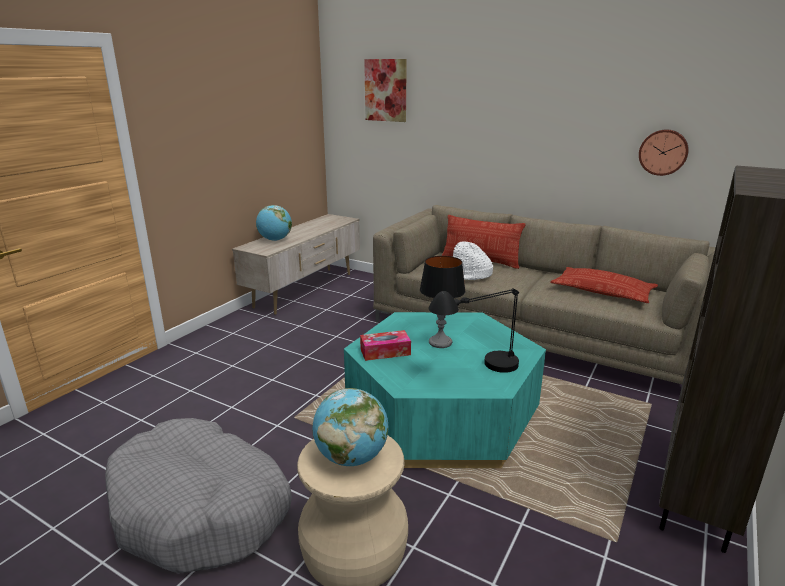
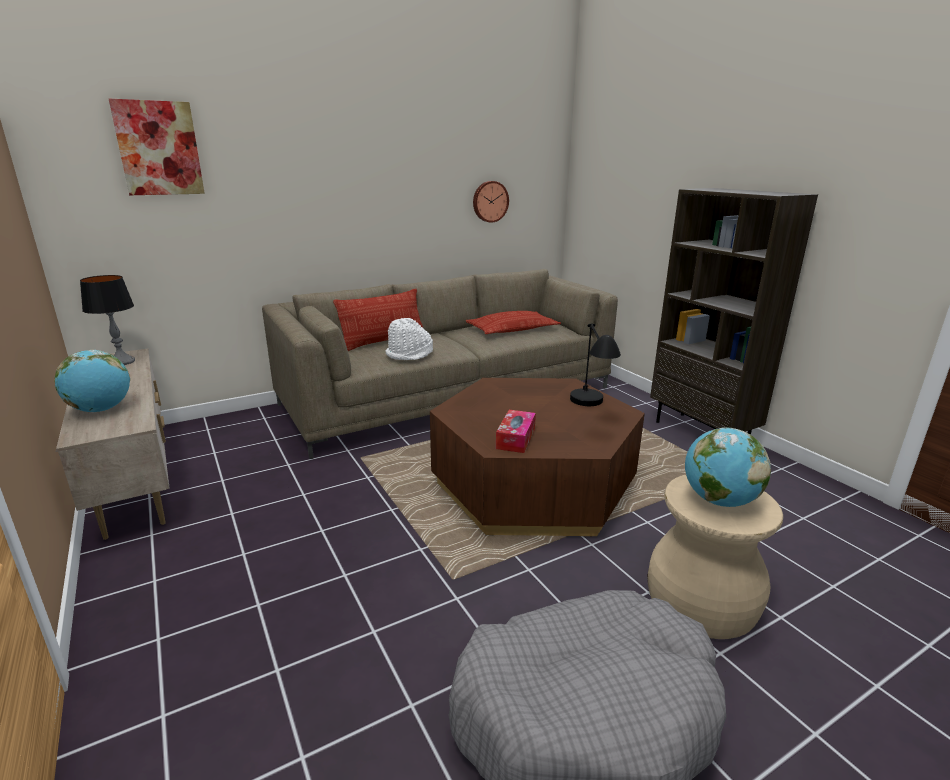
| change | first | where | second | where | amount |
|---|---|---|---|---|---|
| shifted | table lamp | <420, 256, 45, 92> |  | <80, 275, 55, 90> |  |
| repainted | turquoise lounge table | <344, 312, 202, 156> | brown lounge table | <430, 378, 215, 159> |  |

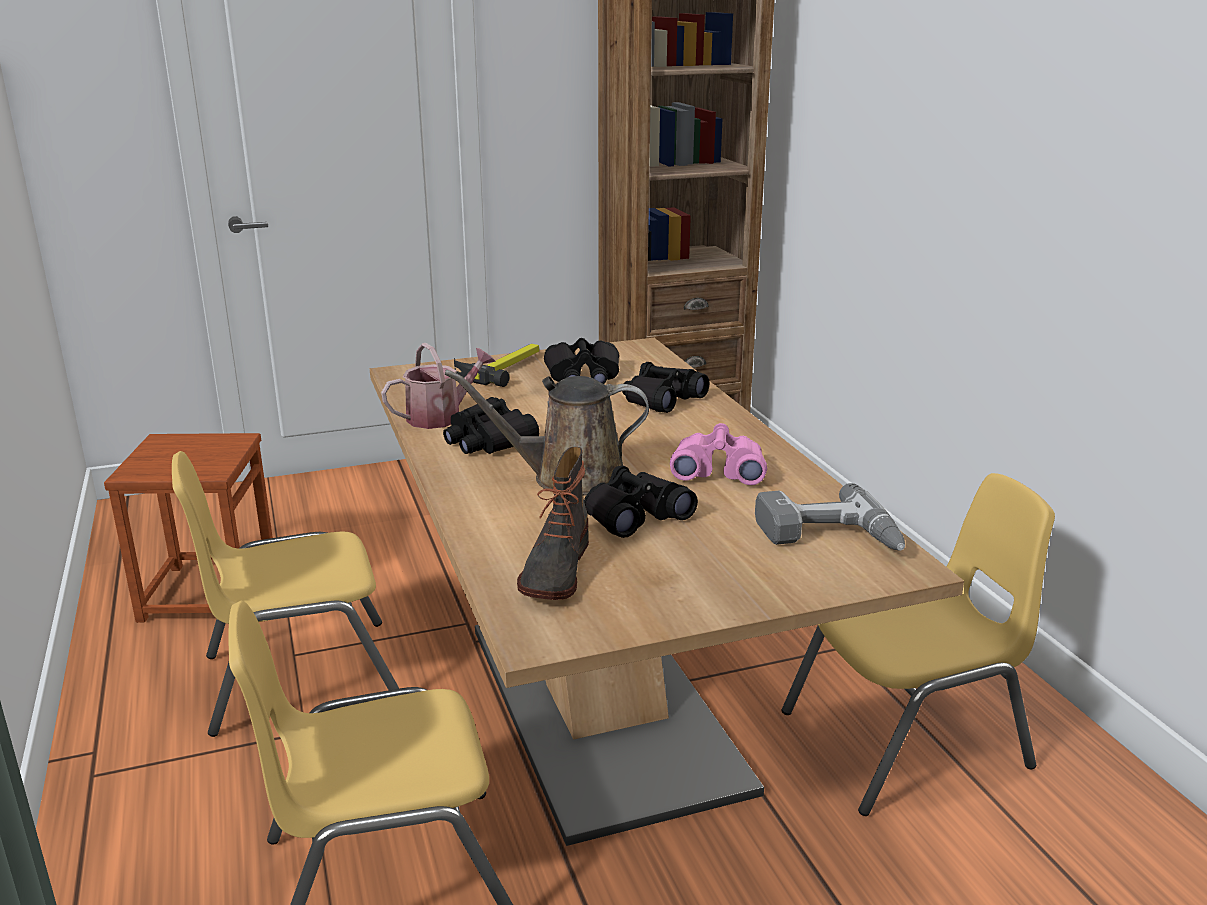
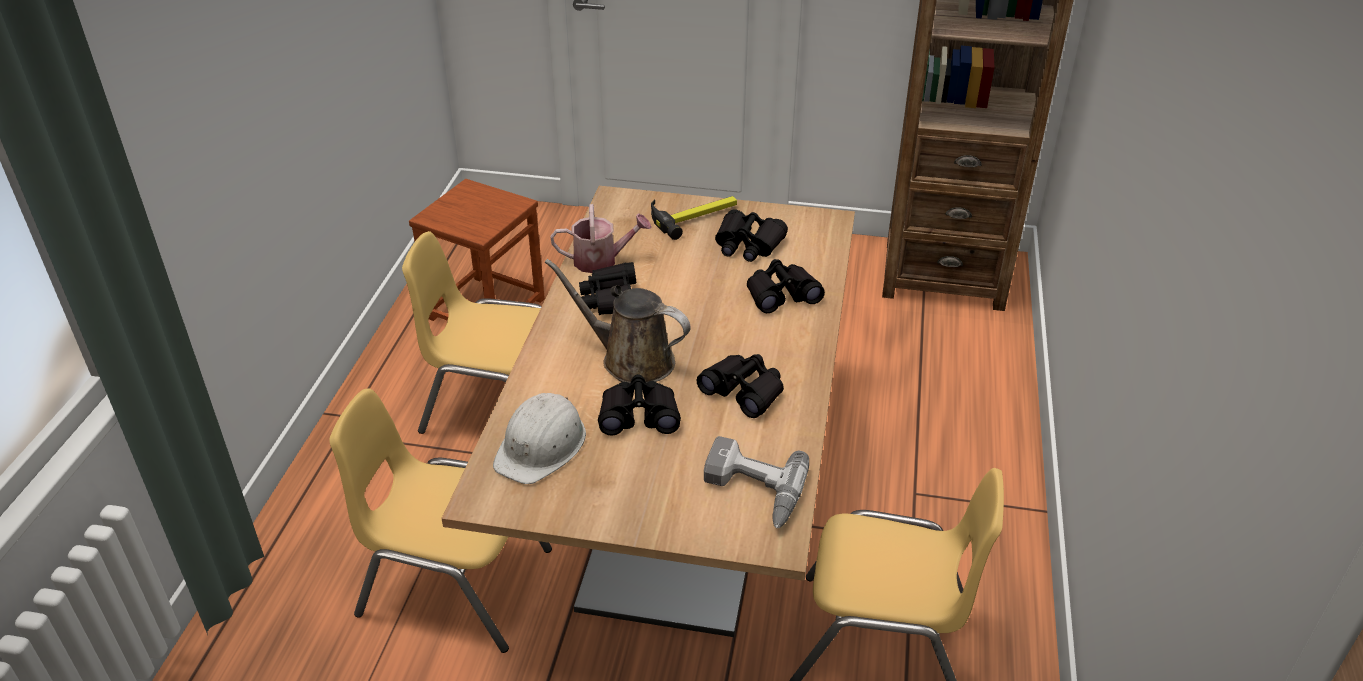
| change | first | where | second | where | amount |
|---|---|---|---|---|---|
| swapped | high-top boot | <517, 447, 72, 153> | white-coloured safety helmet | <493, 393, 93, 91> |  |
| repainted | pinkish binoculars | <670, 423, 97, 62> | black binoculars | <697, 354, 87, 64> |  |

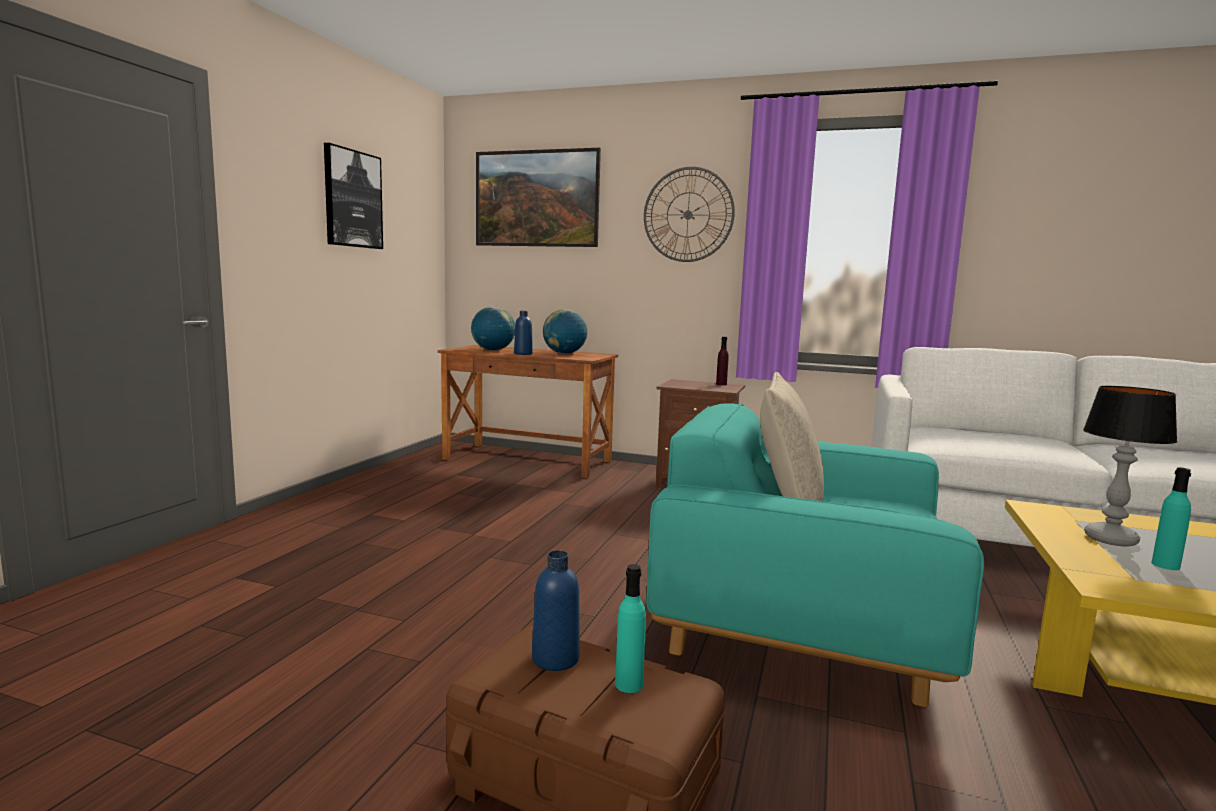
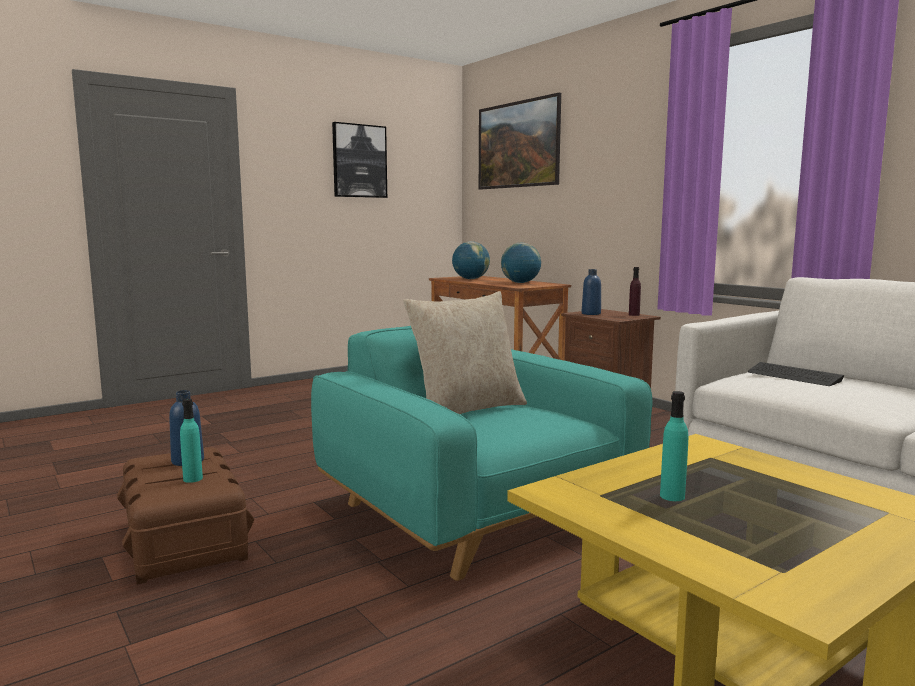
| change | first | where | second | where | amount |
|---|---|---|---|---|---|
| shifted | blue-coloured beverage bottle | <514, 311, 19, 44> |  | <582, 269, 19, 46> |  |
| new |  |  | keyboard | <748, 362, 96, 24> |  |
| gone | wall clock | <644, 167, 91, 95> |  |  |  |
| gone | table lamp | <1083, 386, 95, 161> |  |  |  |

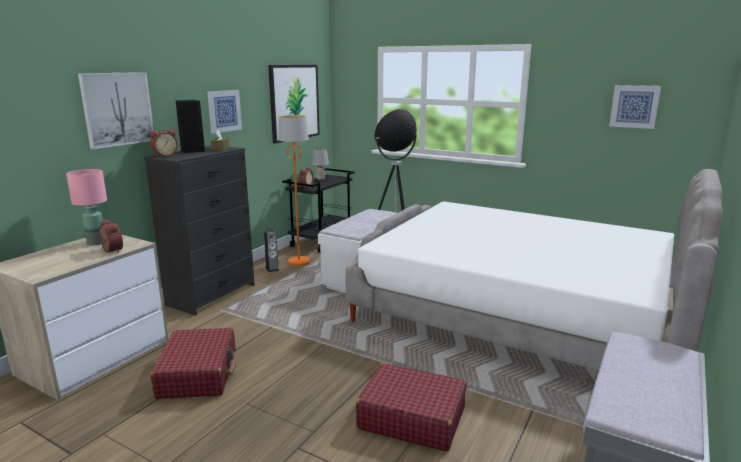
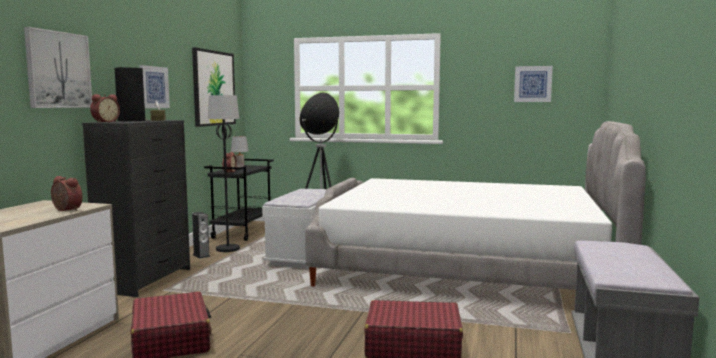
| change | first | where | second | where | amount |
|---|---|---|---|---|---|
| repainted | orange standard lamp | <278, 115, 32, 151> | black standard lamp | <208, 95, 32, 157> |  |
| gone | pinkish table lamp | <66, 169, 41, 76> |  |  |  |

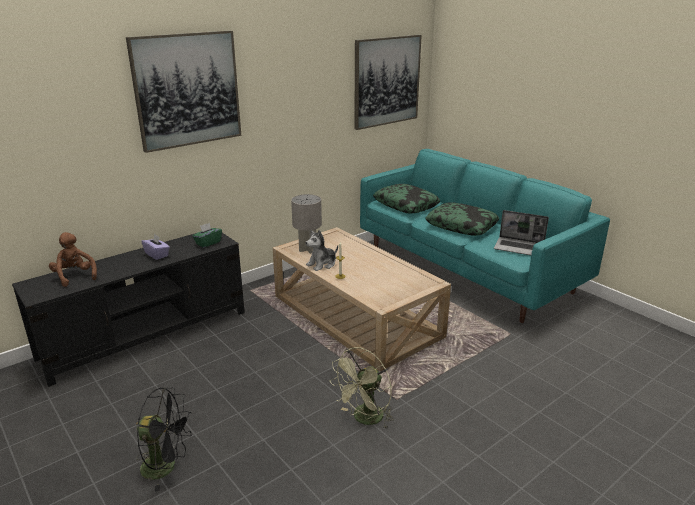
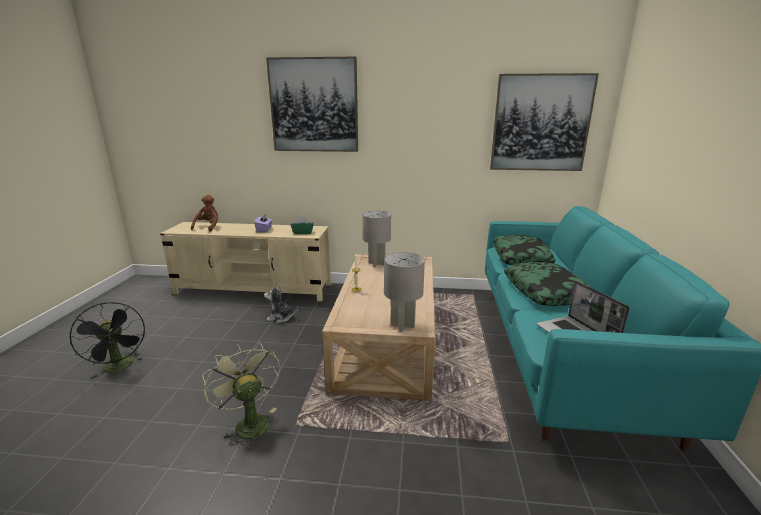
| change | first | where | second | where | amount |
|---|---|---|---|---|---|
| repainted | black tv unit | <12, 233, 233, 154> | sand-coloured tv unit | <160, 222, 171, 79> |  |
| rotated | greenish fan | <330, 347, 64, 81> |  | <202, 342, 78, 107> | 60 degrees clockwise |
| shifted | plush toy | <305, 230, 33, 41> |  | <264, 285, 34, 38> |  |
| new |  |  | grey table lamp | <384, 252, 41, 80> |  |

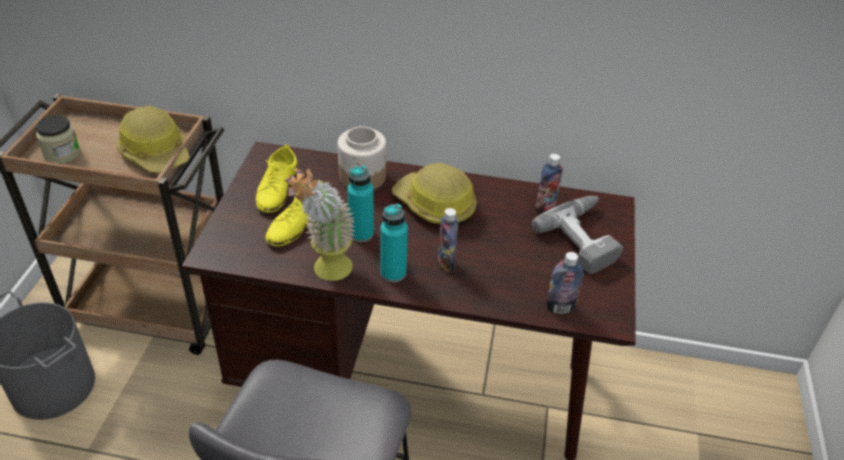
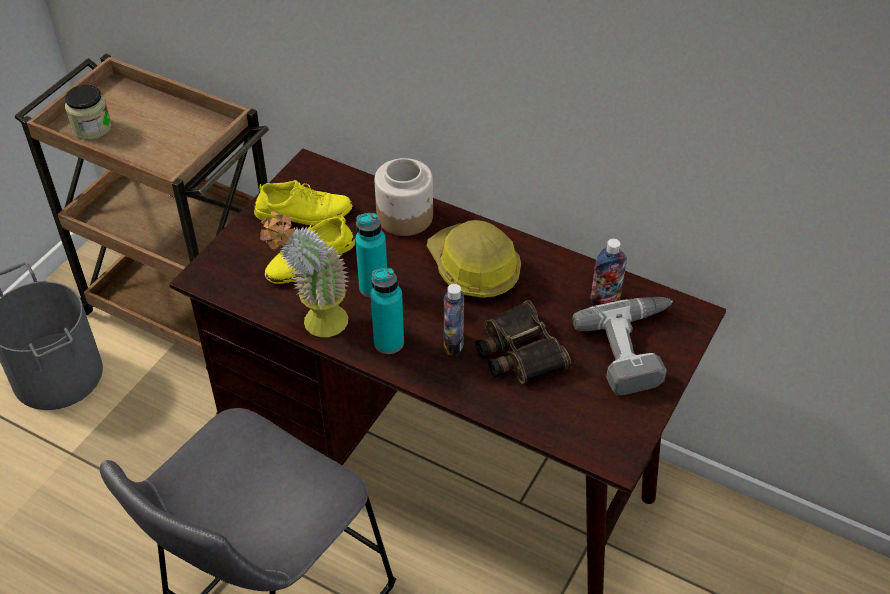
| change | first | where | second | where | amount |
|---|---|---|---|---|---|
| rotated | yellow-coloured item of footwear | <256, 144, 42, 69> |  | <254, 180, 99, 46> | 120 degrees counterclockwise |
| new |  |  | binoculars | <476, 300, 95, 84> |  |
| gone | safety helmet | <116, 105, 74, 68> |  |  |  |
| gone | beverage bottle | <546, 252, 38, 62> |  |  |  |

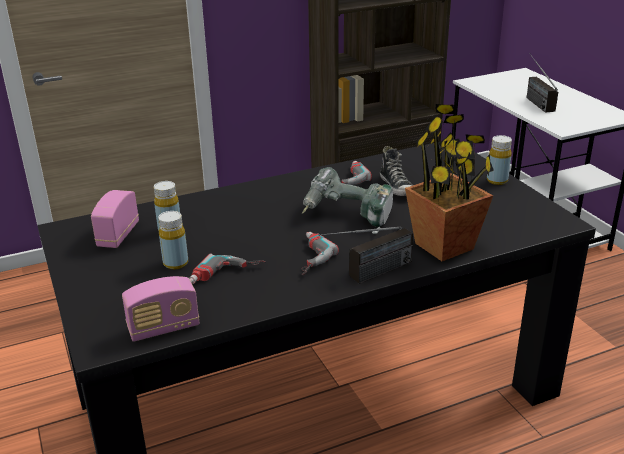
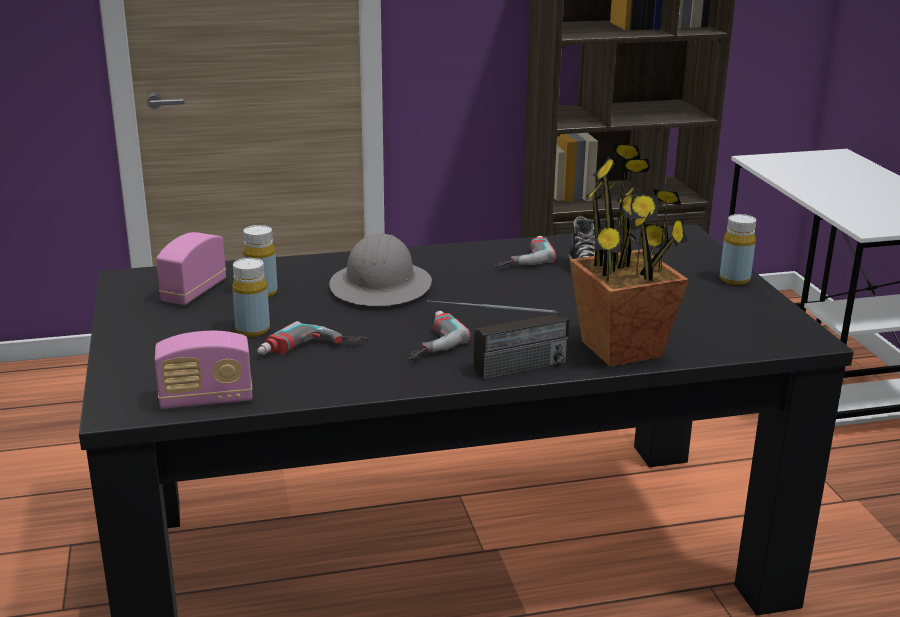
| change | first | where | second | where | amount |
|---|---|---|---|---|---|
| new |  |  | grey safety helmet | <329, 233, 103, 73> |  |
| gone | power drill | <302, 167, 91, 67> |  |  |  |
| gone | radio | <527, 53, 31, 60> |  |  |  |

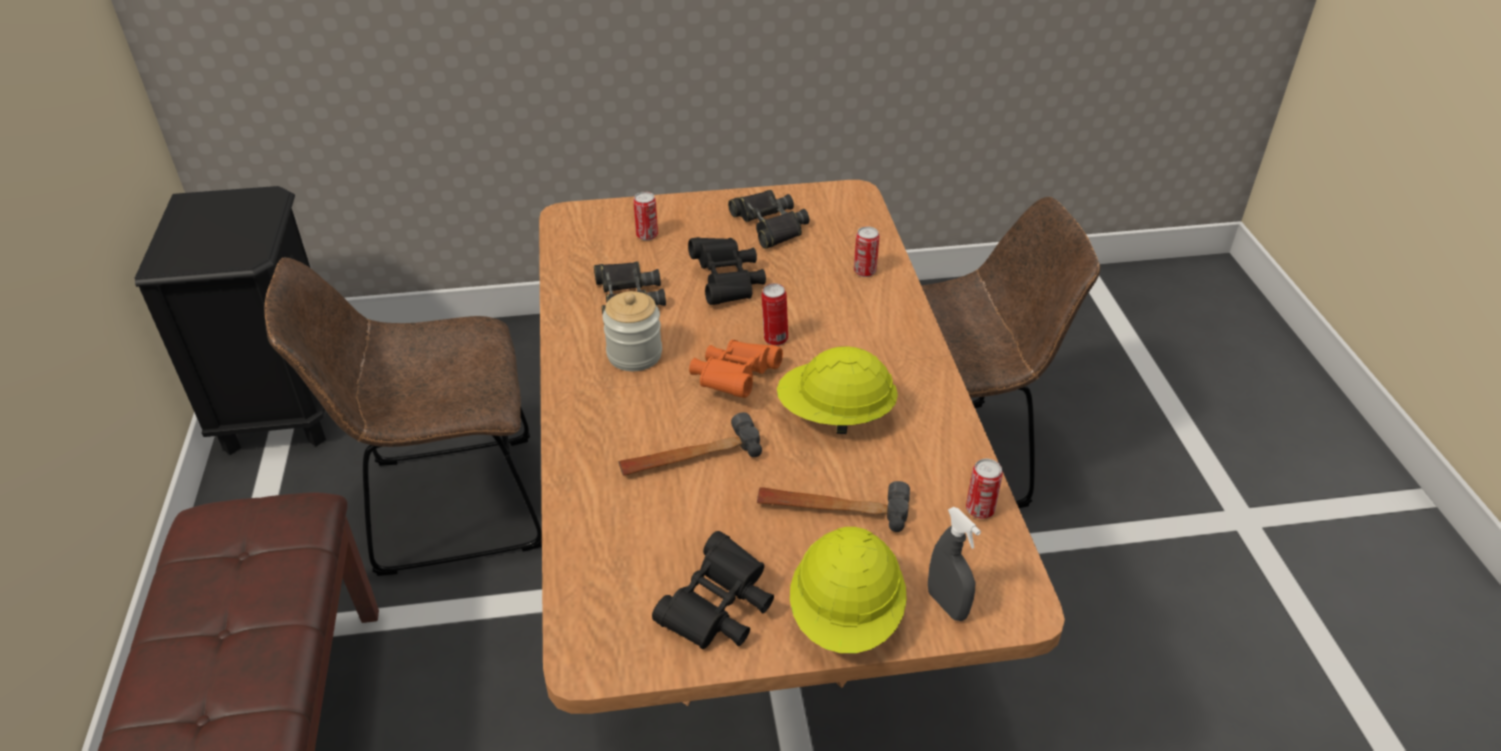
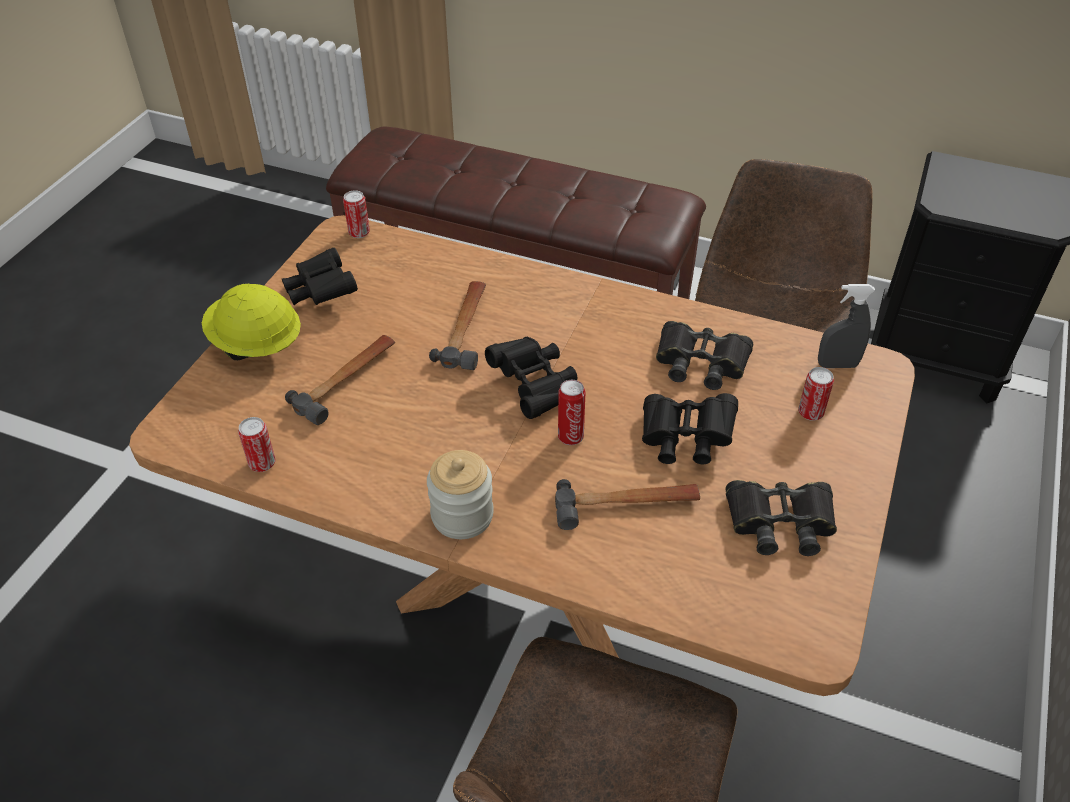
| change | first | where | second | where | amount |
|---|---|---|---|---|---|
| shifted | can | <854, 226, 26, 51> |  | <343, 190, 27, 48> |  |
| shifted | jar | <602, 291, 60, 80> |  | <427, 450, 67, 89> |  |
| repainted | orange binoculars | <689, 340, 94, 58> | black binoculars | <485, 337, 92, 82> |  |
| new |  |  | tool hammer | <555, 479, 145, 51> |  |
| shifted | grey hand sprayer | <928, 507, 53, 114> |  | <818, 284, 57, 84> |  |
| gone | yellow-coloured safety helmet | <777, 346, 121, 88> |  |  |  |

